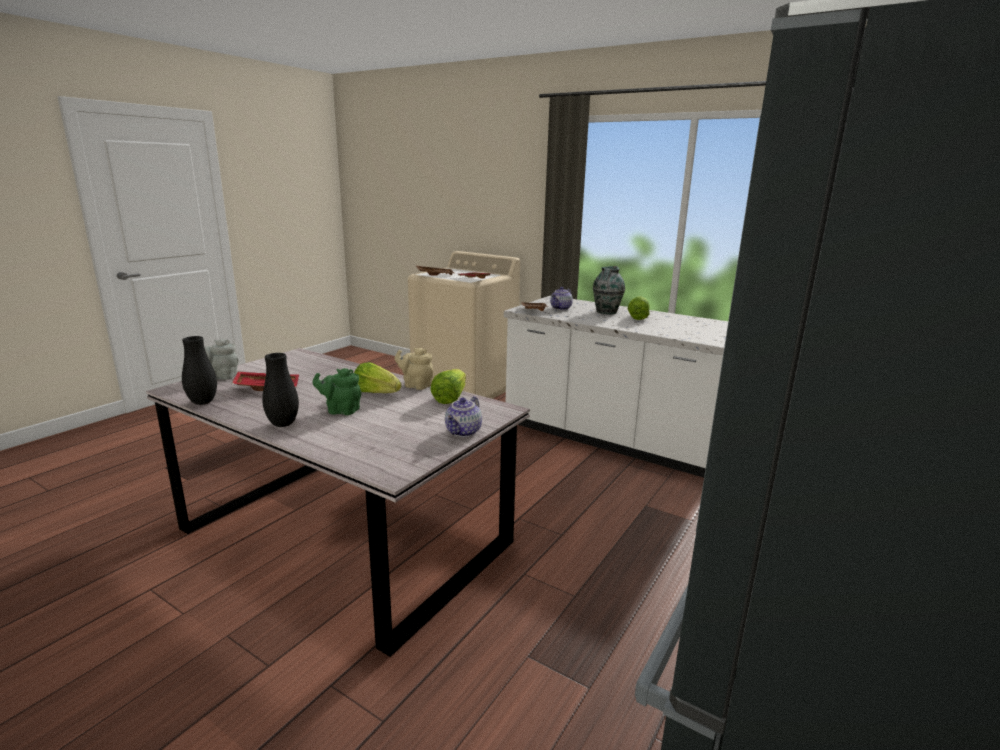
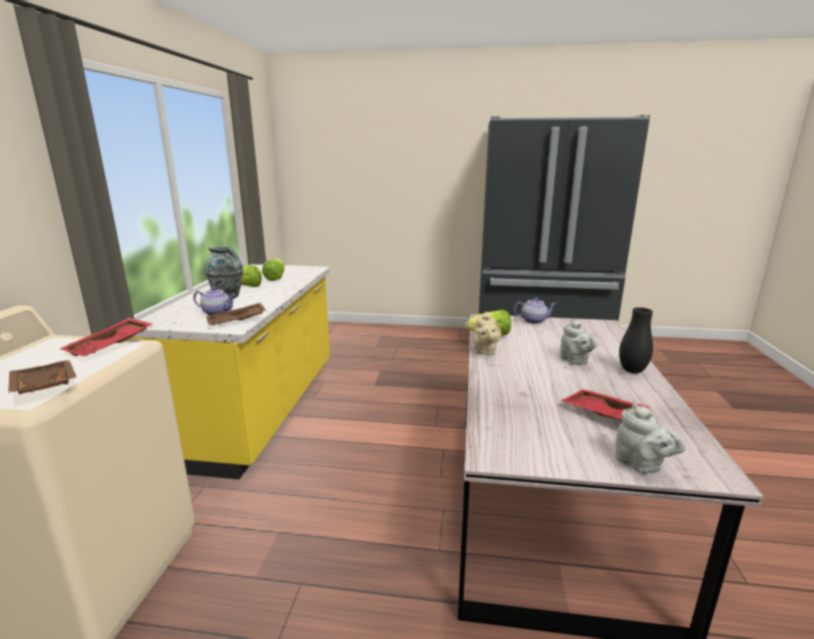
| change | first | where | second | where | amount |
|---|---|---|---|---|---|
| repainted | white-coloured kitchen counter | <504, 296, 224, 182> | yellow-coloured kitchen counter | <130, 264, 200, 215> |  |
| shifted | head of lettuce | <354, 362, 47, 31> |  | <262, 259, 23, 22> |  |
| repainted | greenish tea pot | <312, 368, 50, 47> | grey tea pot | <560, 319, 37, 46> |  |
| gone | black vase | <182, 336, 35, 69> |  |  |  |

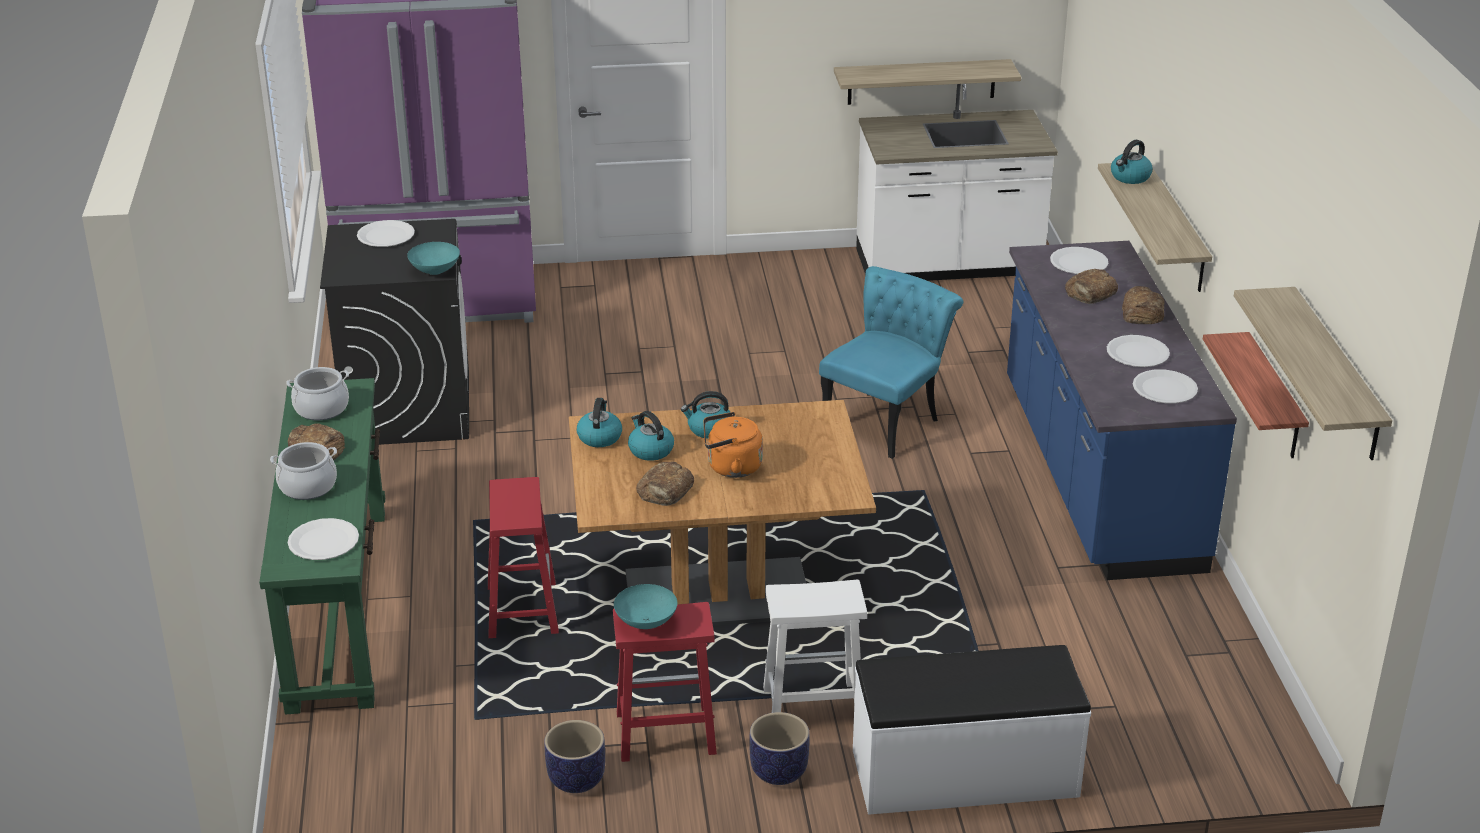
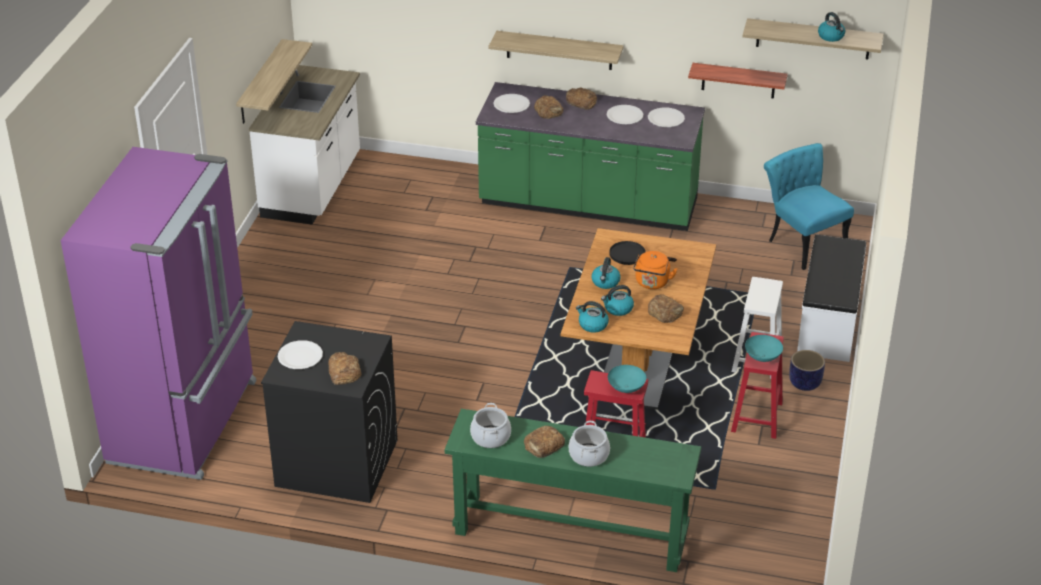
| change | first | where | second | where | amount |
|---|---|---|---|---|---|
| new |  |  | baked bread | <328, 352, 33, 33> |  |
| repainted | blue-coloured kitchen counter | <1007, 241, 230, 339> | greenish kitchen counter | <476, 82, 229, 149> |  |
| shifted | turquoise deep dish | <407, 242, 53, 33> |  | <608, 365, 38, 28> |  |
| new |  |  | black frying pan | <609, 241, 68, 24> |  |
| shifted | turquoise plain chair | <819, 266, 145, 193> |  | <764, 143, 90, 127> |  |
| shifted | kettle | <1111, 140, 42, 44> |  | <818, 12, 27, 30> |  |
| gone | white-coloured flat dish | <287, 518, 72, 42> |  |  |  |
| gone | planter | <544, 720, 61, 73> |  |  |  |

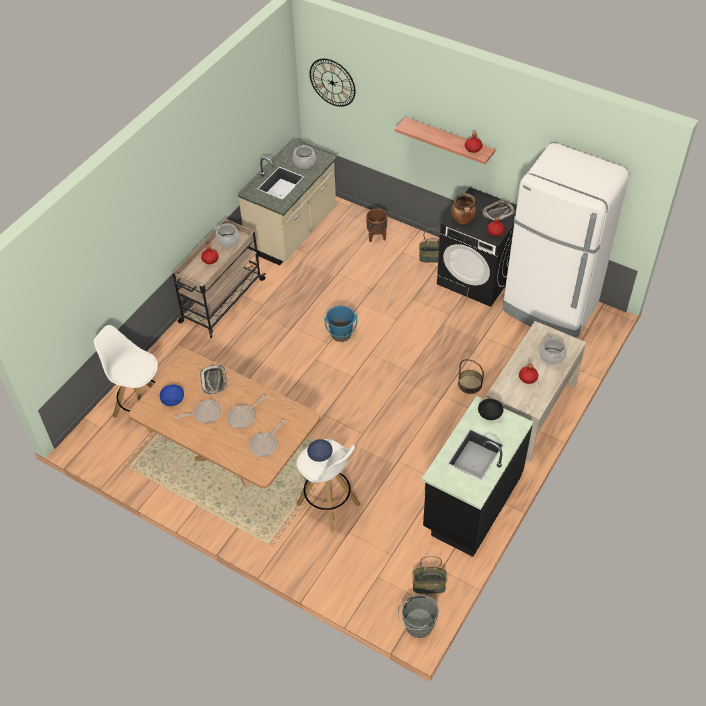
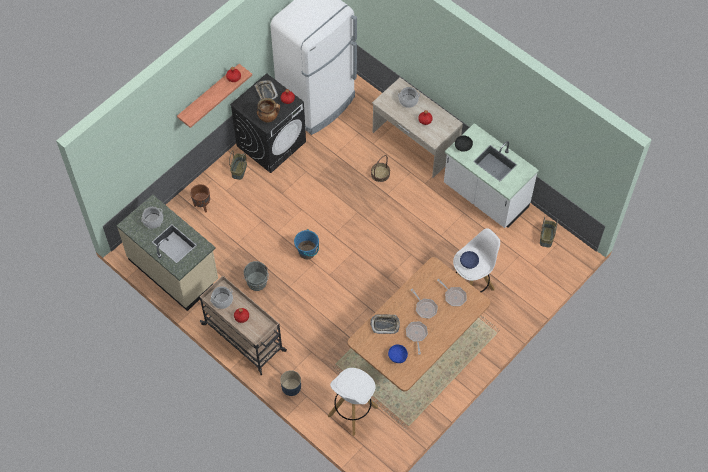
| change | first | where | second | where | amount |
|---|---|---|---|---|---|
| shifted | grey pail | <398, 595, 41, 43> |  | <244, 261, 25, 30> |  |
| new |  |  | blue-coloured planter | <280, 370, 21, 26> |  |
| repainted | black kitchen counter | <422, 396, 111, 161> | white-coloured kitchen counter | <444, 123, 95, 105> |  |
| gone | wall clock | <310, 58, 45, 49> |  |  |  |

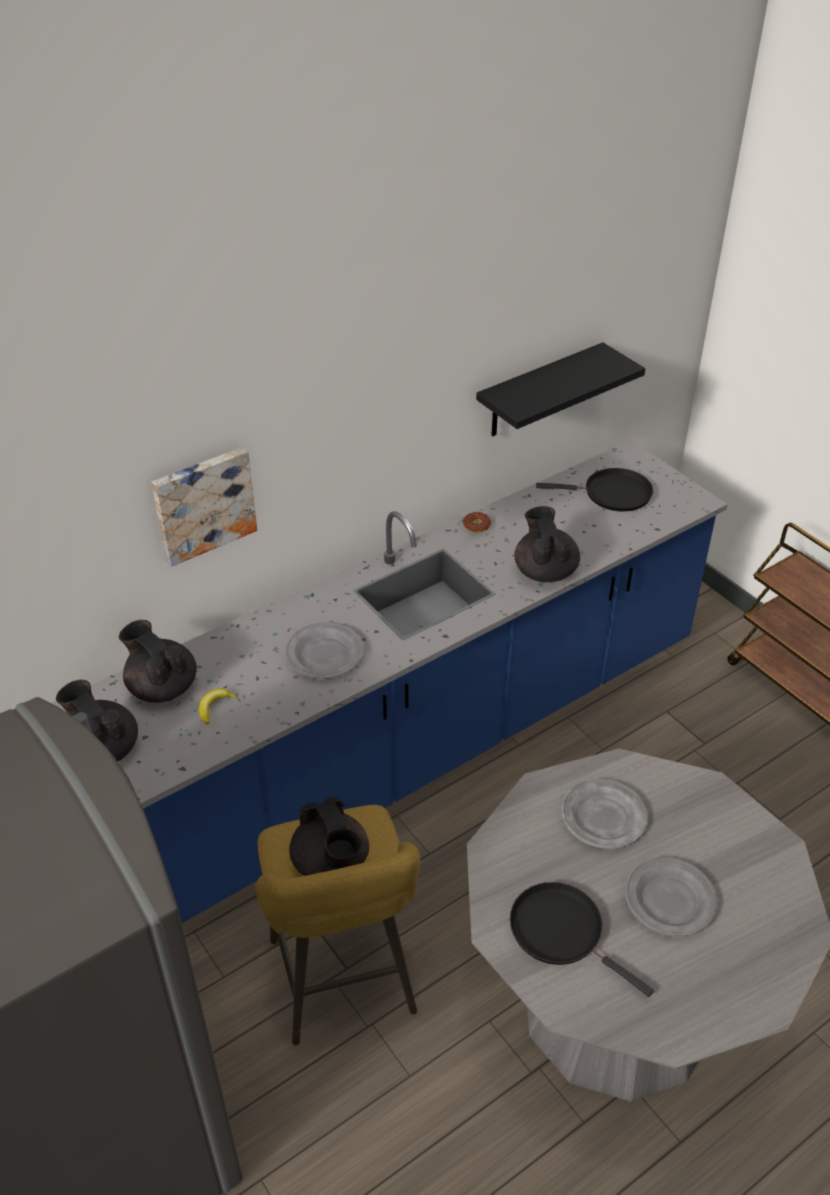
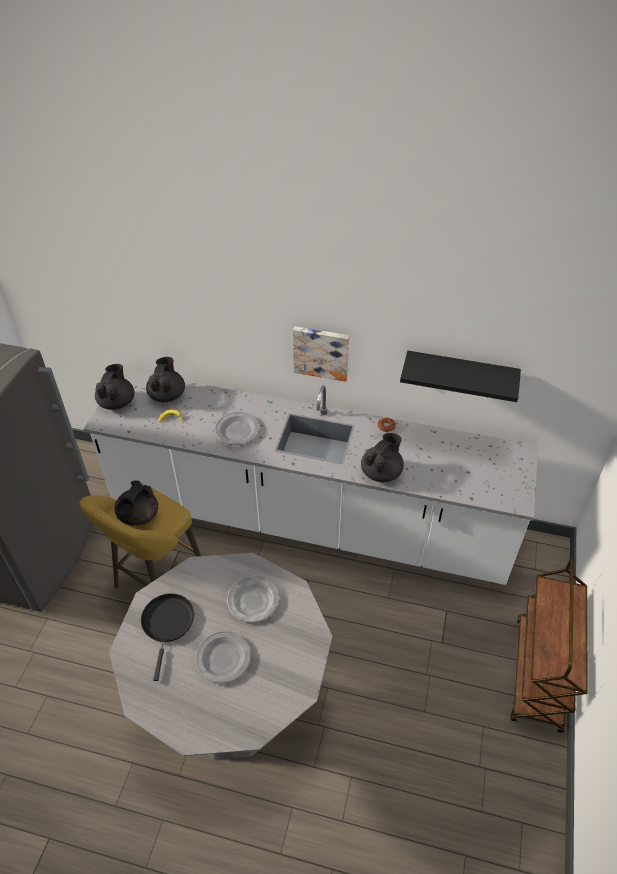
| change | first | where | second | where | amount |
|---|---|---|---|---|---|
| repainted | blue-coloured kitchen counter | <51, 440, 677, 483> | white-coloured kitchen counter | <84, 370, 454, 215> |  |
| shifted | wall picture | <152, 447, 105, 120> |  | <293, 326, 57, 56> |  |
| gone | black frying pan | <536, 468, 117, 43> |  |  |  |

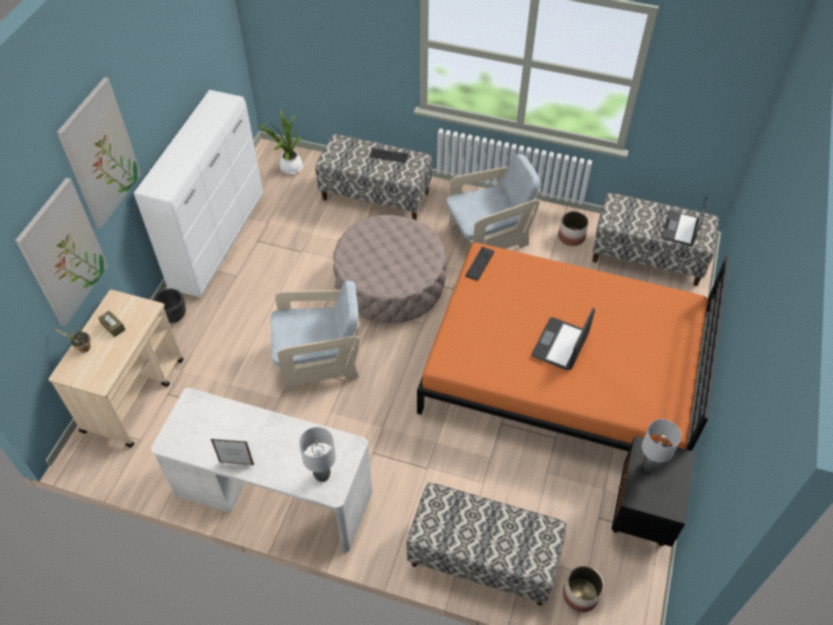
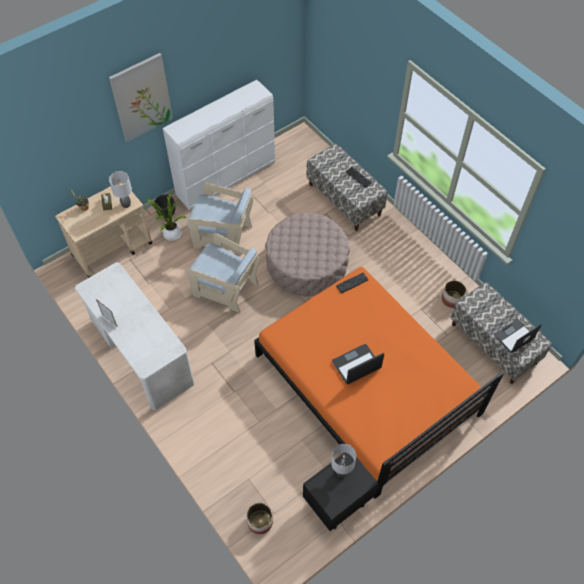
| change | first | where | second | where | amount |
|---|---|---|---|---|---|
| shifted | grey table lamp | <299, 427, 37, 55> |  | <109, 171, 23, 37> |  |
| shifted | plant in a pot | <258, 109, 45, 65> |  | <143, 193, 43, 47> |  |
| shifted | sand-coloured lounge chair | <446, 154, 94, 95> |  | <187, 183, 66, 71> |  |
| gone | wall picture | <15, 178, 93, 148> |  |  |  |
| gone | indoor bench | <406, 483, 160, 123> |  |  |  |

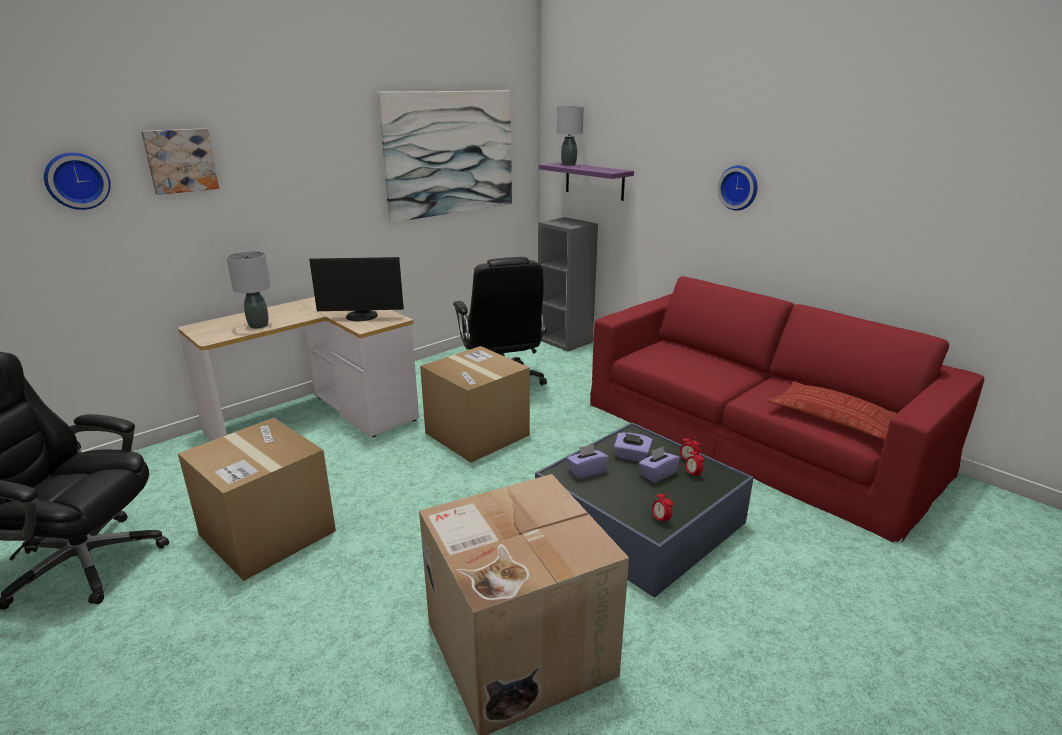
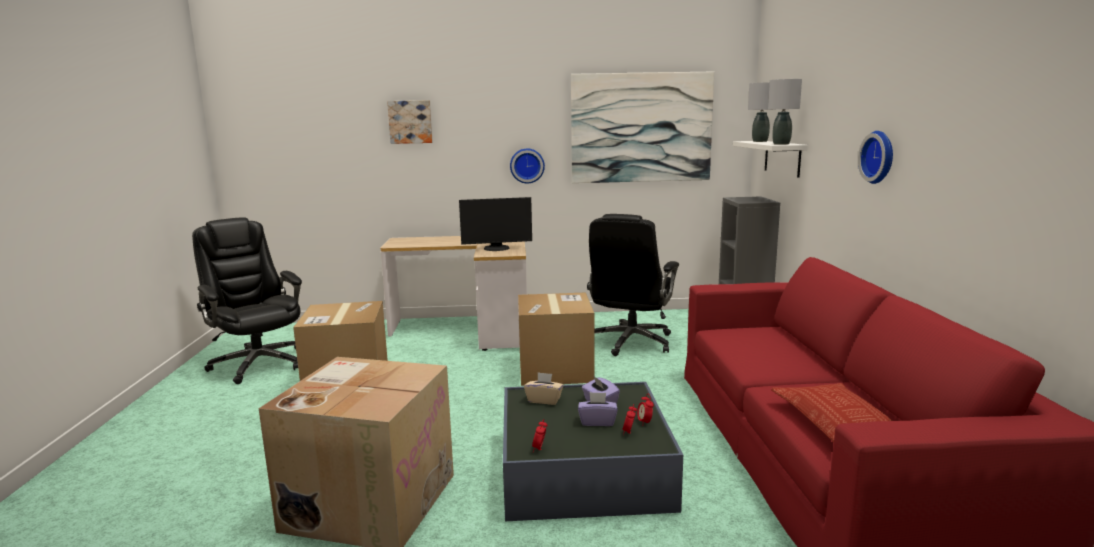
| change | first | where | second | where | amount |
|---|---|---|---|---|---|
| rotated | monitor | <309, 257, 95, 64> |  | <459, 197, 73, 54> | 45 degrees counterclockwise |
| shifted | wall clock | <44, 153, 67, 57> |  | <510, 149, 35, 35> |  |
| repainted | purplish tissue box | <567, 444, 42, 35> | sand-coloured tissue box | <524, 372, 40, 33> |  |
| repainted | purplish shelf | <539, 162, 95, 39> | white-coloured shelf | <733, 141, 74, 37> |  |
| shifted | grey table lamp | <226, 251, 45, 78> |  | <768, 79, 34, 66> |  |

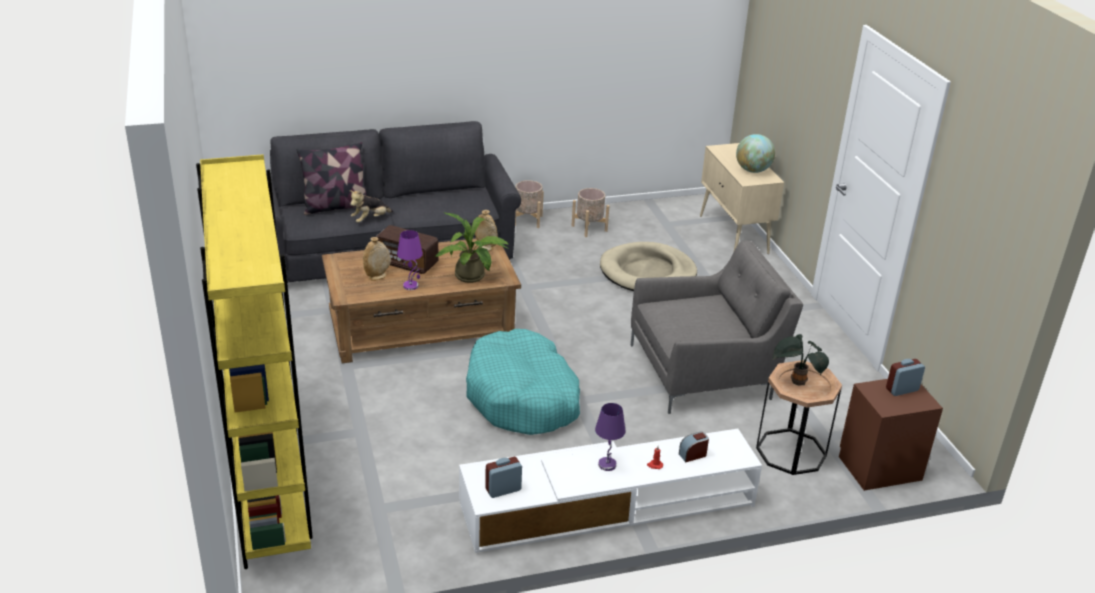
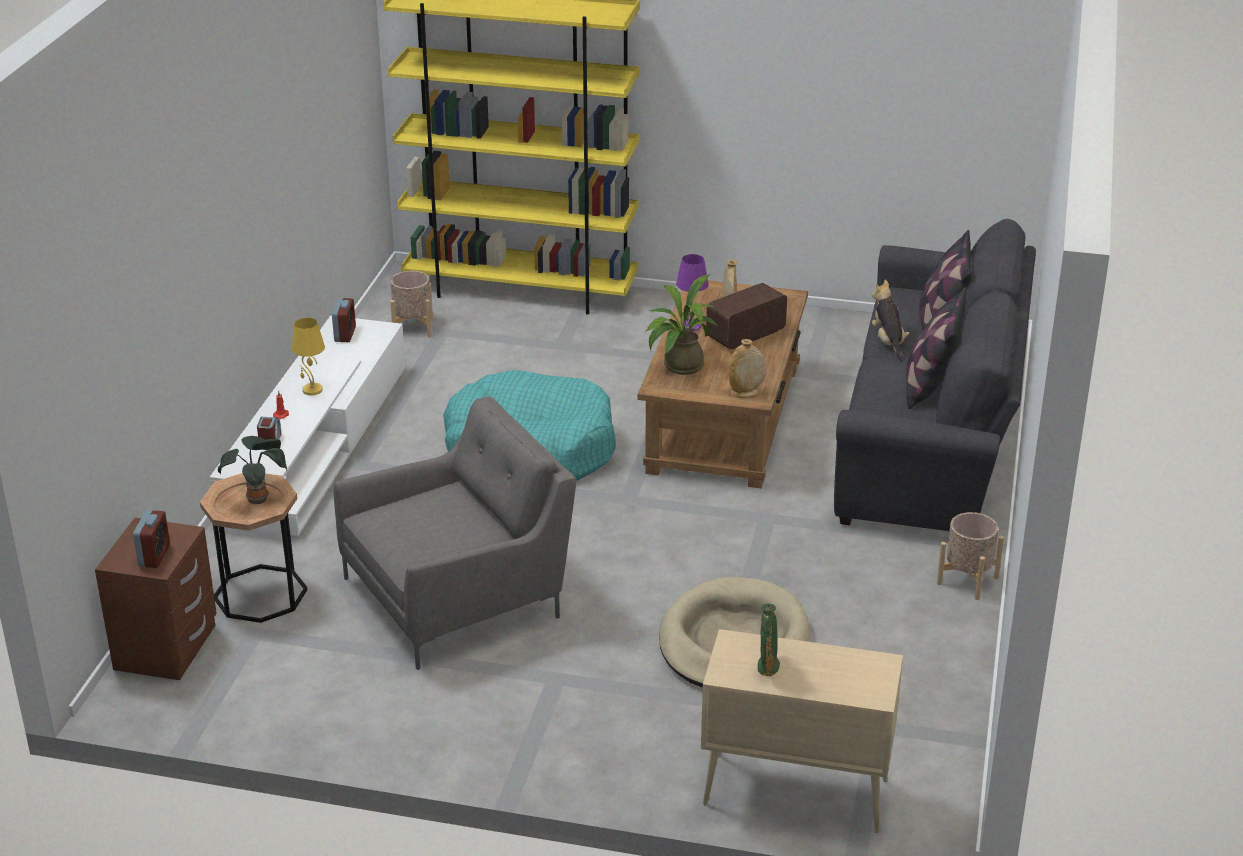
| change | first | where | second | where | amount |
|---|---|---|---|---|---|
| repainted | purplish table lamp | <595, 403, 31, 68> | yellow-coloured table lamp | <292, 318, 33, 78> |  |
| rotated | grey lounge chair | <631, 240, 172, 174> |  | <334, 396, 242, 274> | 135 degrees counterclockwise |
| shifted | sand-coloured planter | <572, 188, 37, 49> |  | <390, 271, 43, 66> |  |
| swapped | desk globe | <736, 134, 39, 39> | greenish vase | <758, 603, 22, 73> |  |
| new |  |  | pillow | <906, 287, 60, 122> |  |

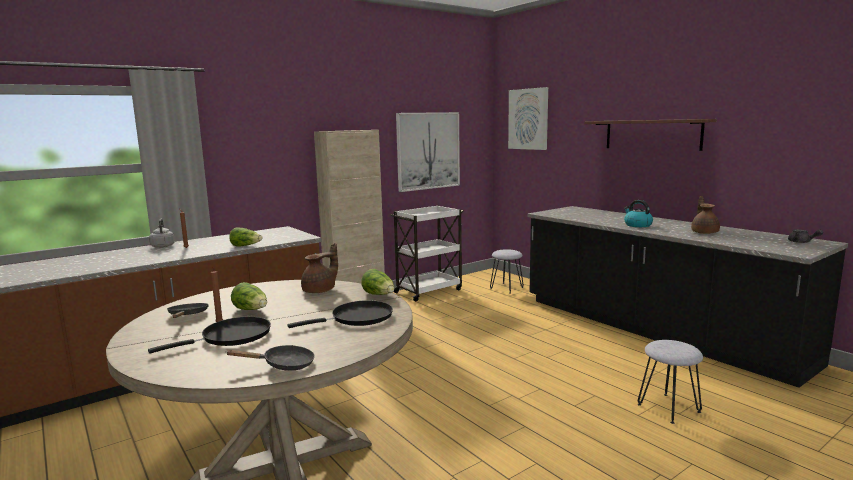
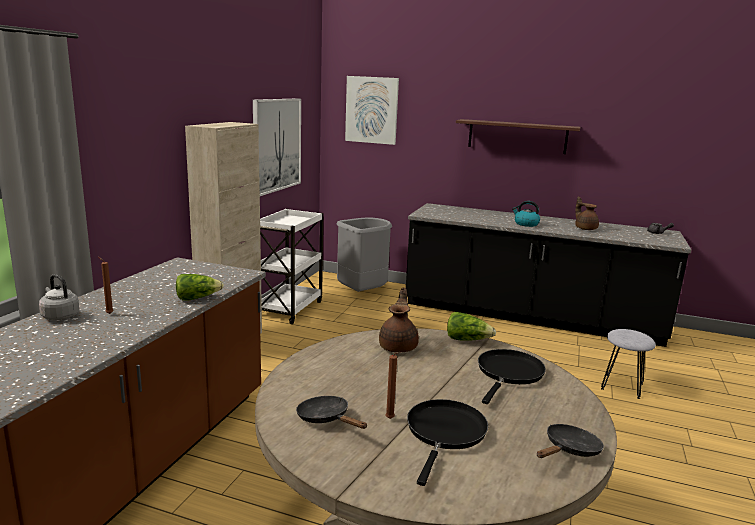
| change | first | where | second | where | amount |
|---|---|---|---|---|---|
| swapped | grey stool seat | <490, 249, 34, 44> | grey rubbish bin | <337, 217, 55, 75> |  |
| gone | head of lettuce | <231, 282, 36, 28> |  |  |  |

